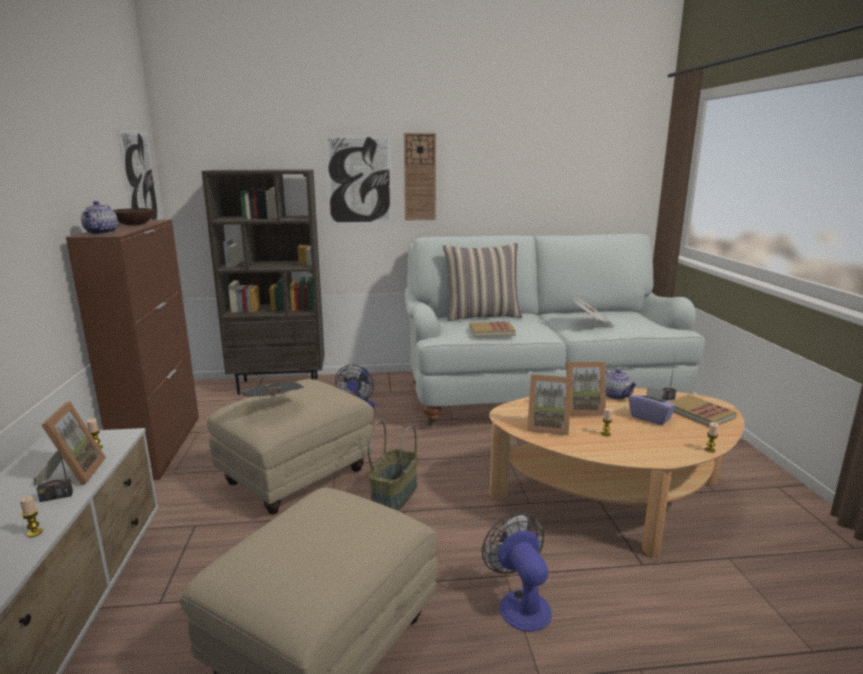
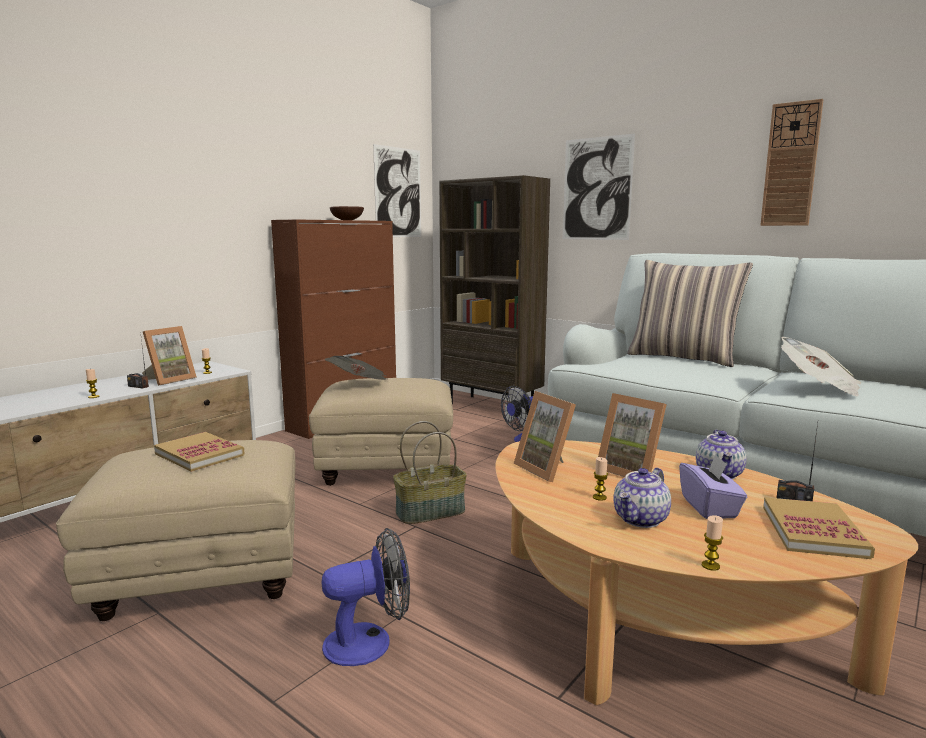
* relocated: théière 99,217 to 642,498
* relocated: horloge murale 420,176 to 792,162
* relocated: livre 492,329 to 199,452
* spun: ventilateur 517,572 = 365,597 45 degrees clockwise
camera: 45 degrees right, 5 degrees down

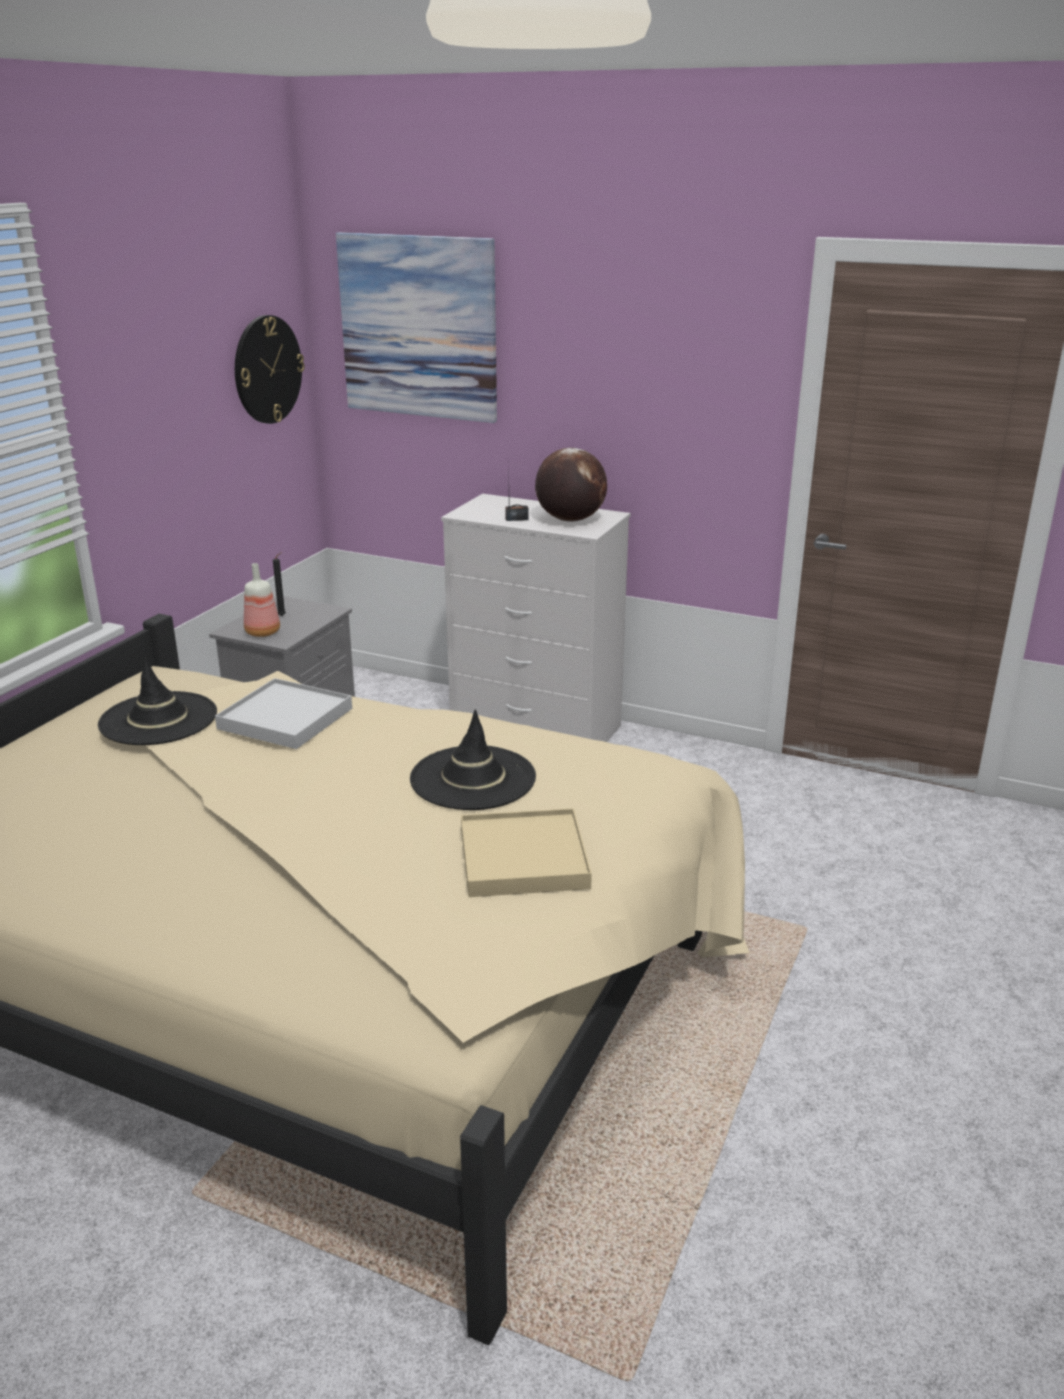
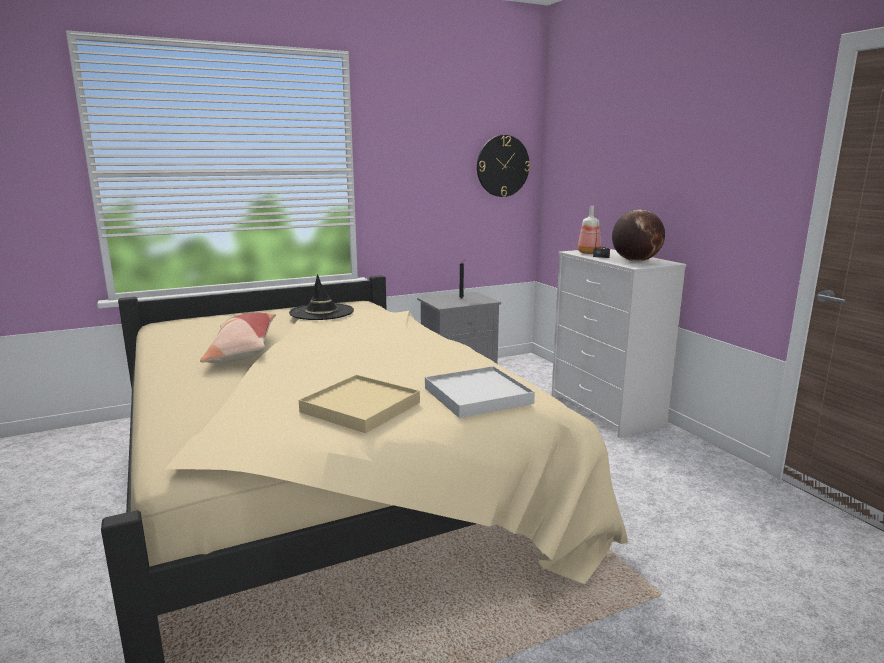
* relocated: plateau/blanc 283,713 to 480,392
* relocated: bouteille 262,600 to 589,230
* missing: tableau 416,327
* missing: chapeau/noir 473,759
* appeared: coussin 238,338
camera: 40 degrees right, 10 degrees down

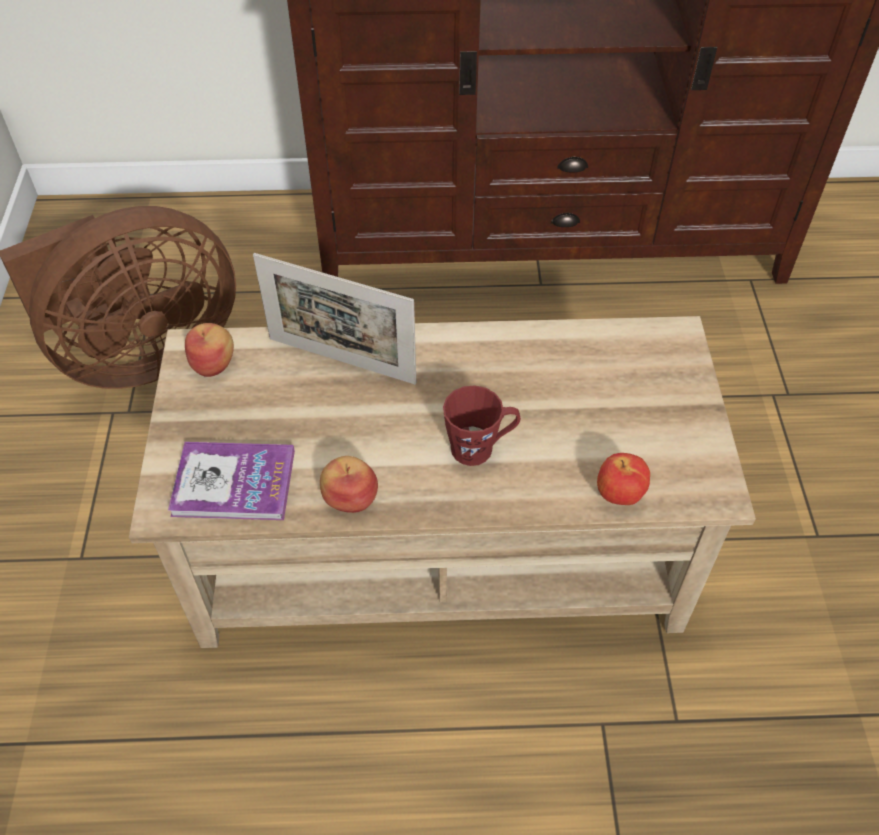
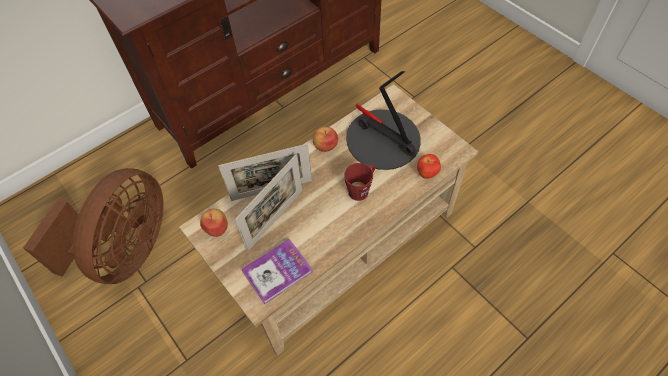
* relocated: pomme 349,484 to 325,139
* appeared: cadre photo 269,202
* appeared: lampe de table 383,120
camera: 35 degrees left, 5 degrees up

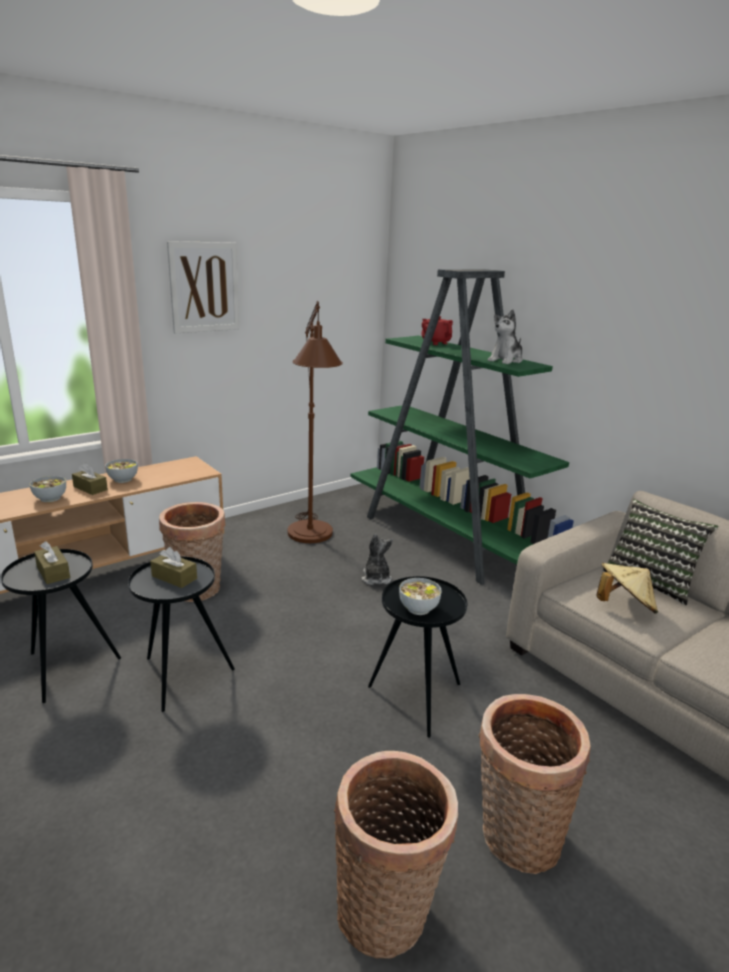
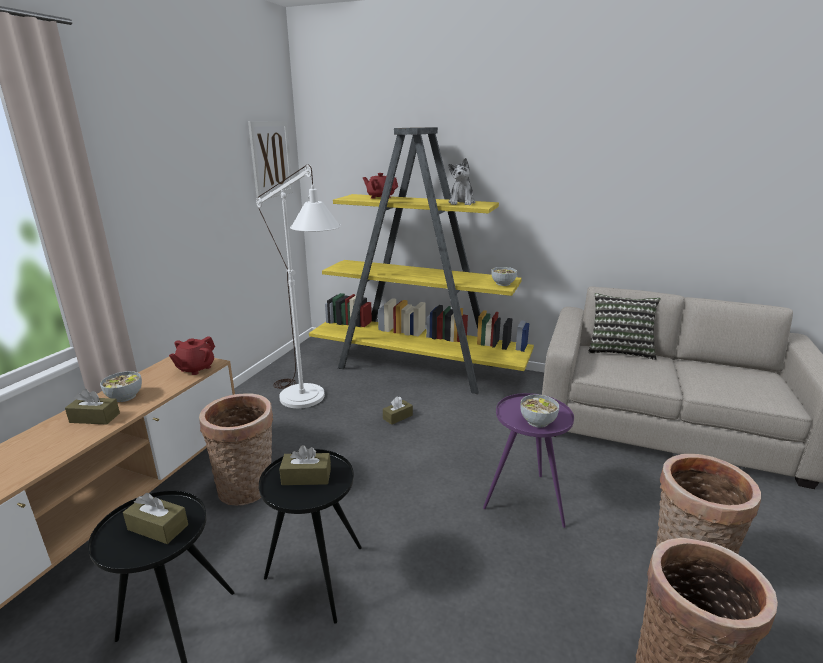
* relocated: bol 48,489 to 504,276
* relocated: tableau 203,287 to 270,160
* colour: lampadaire/marron 315,422 to lampadaire/blanc 298,286
* colour: bibliothèque/vert 462,427 to bibliothèque/jaune 421,260
* exchanged: peluche 377,559 to boîte à mouchoirs/marron 398,410
* colour: table d'appoint/noir 417,657 to table d'appoint/violet 528,460
* missing: chapeau/beige 627,588
* appeared: théière/rouge 192,355
camera: 30 degrees left, 0 degrees up

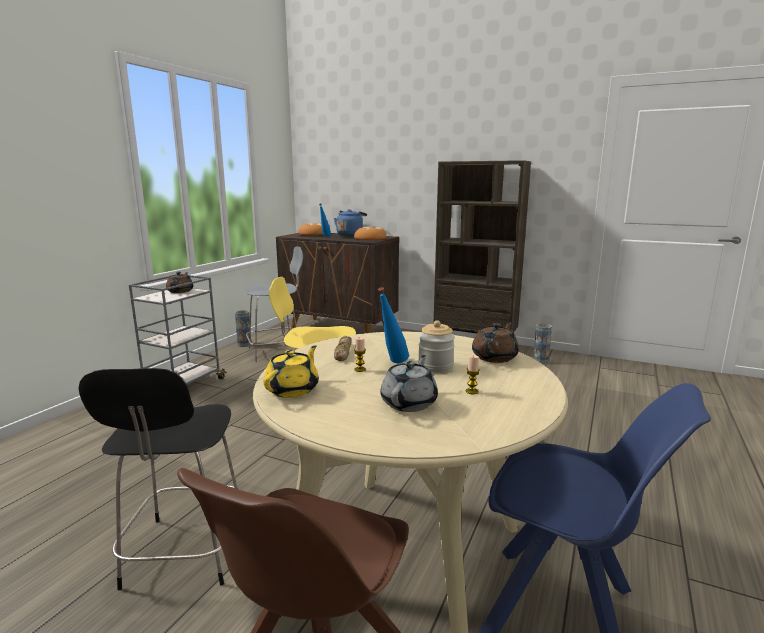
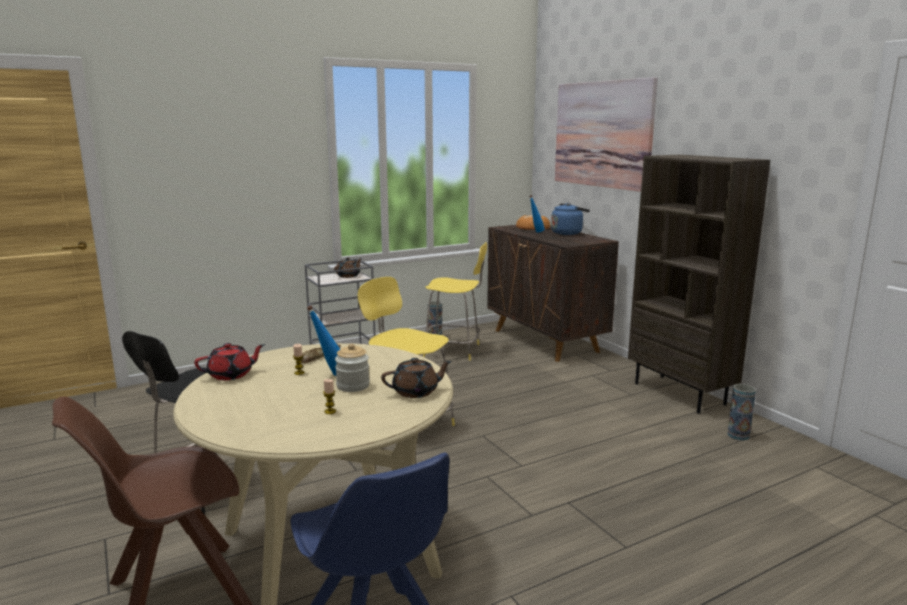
* colour: tabouret/gris 274,304 to tabouret/jaune 455,301
* colour: théière/jaune 291,371 to théière/rouge 229,361
* missing: pain 370,233
* missing: théière/gris 409,383
* appeared: tableau 606,134
camera: 35 degrees right, 0 degrees up

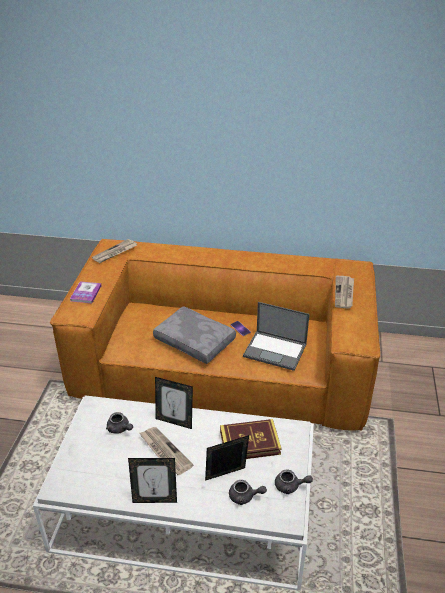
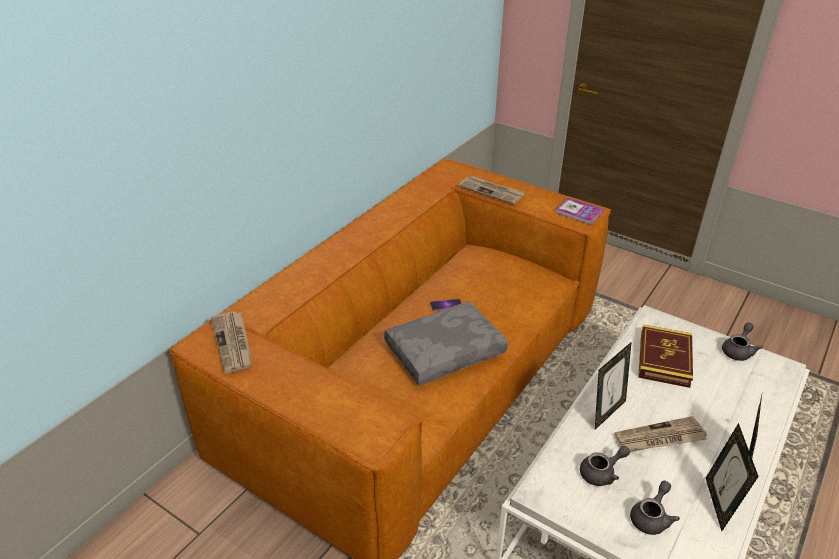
* relocated: livre 86,292 to 579,211
* relocated: cadre photo 227,458 to 732,477
* relocated: théière/gris 248,492 to 655,508
* missing: ordinateur portable 276,336
camera: 65 degrees left, 0 degrees up

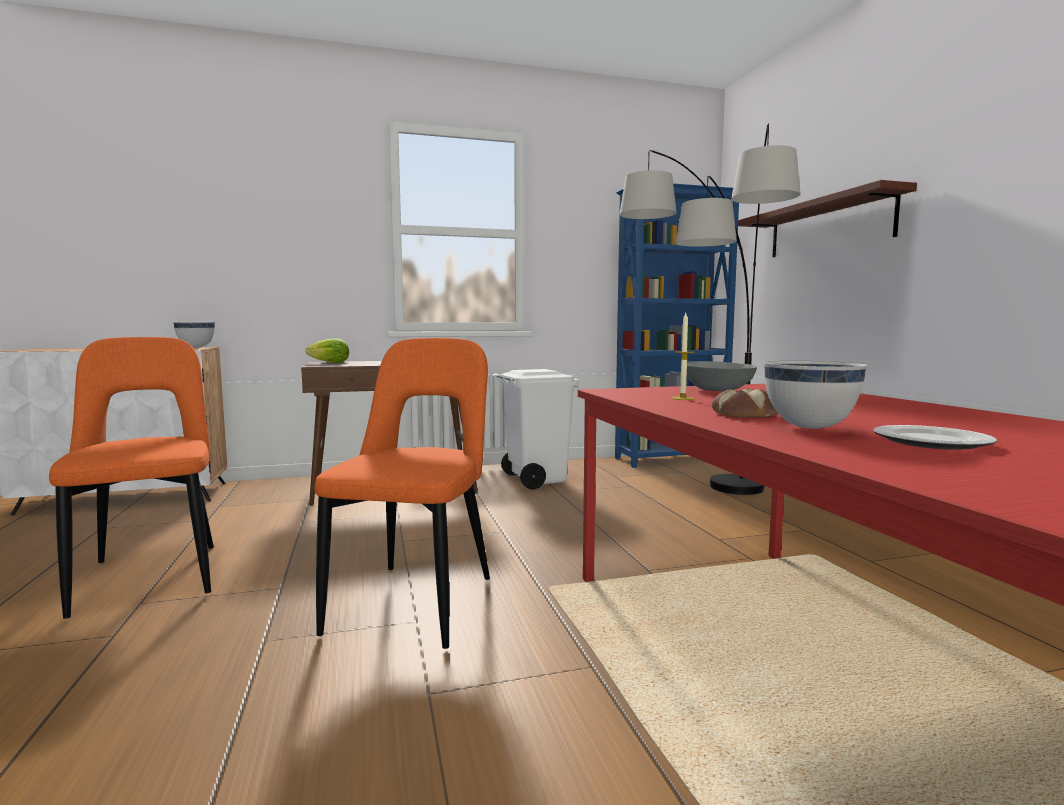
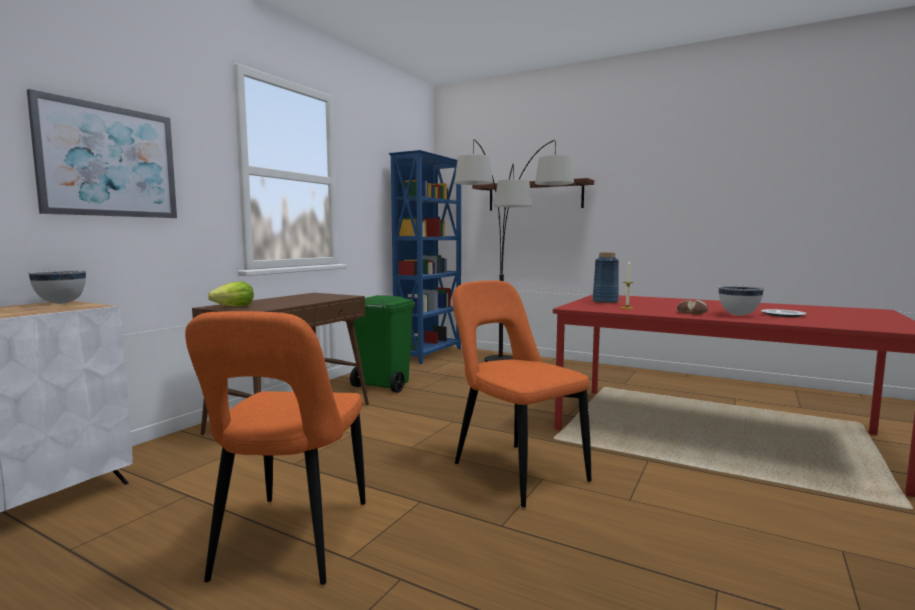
* spun: chaise/orange 131,478 = 275,448 105 degrees counterclockwise
* colour: poubelle/blanc 537,429 to poubelle/vert 382,344
* exchanged: bol/gris 722,376 to vase/bleu 605,277
* appeared: tableau 102,153
camera: 45 degrees left, 0 degrees up

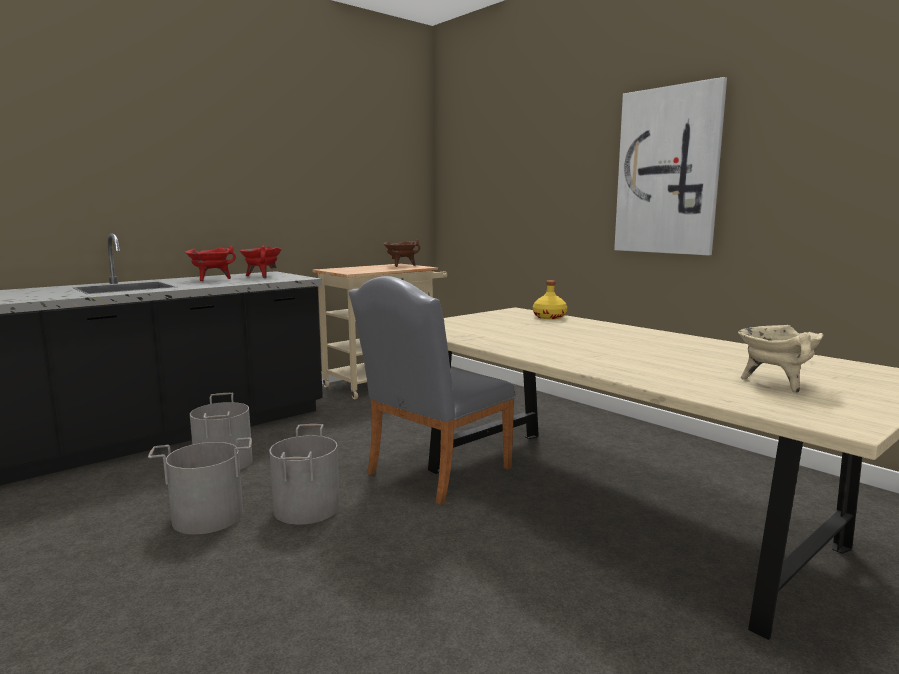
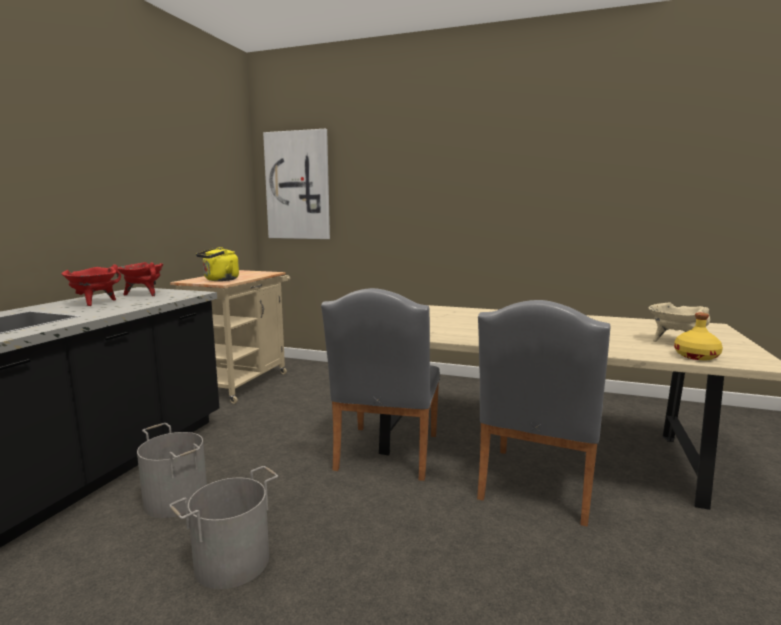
* missing: seau/gris 305,474
* missing: marmite/marron 401,253
* relocated: bouteille/jaune 550,299 to 698,336
* relocated: tableau 670,166 to 296,184
* appeared: bouilloire/jaune 217,264
* appeared: chaise/gris 543,413
camera: 30 degrees left, 0 degrees up

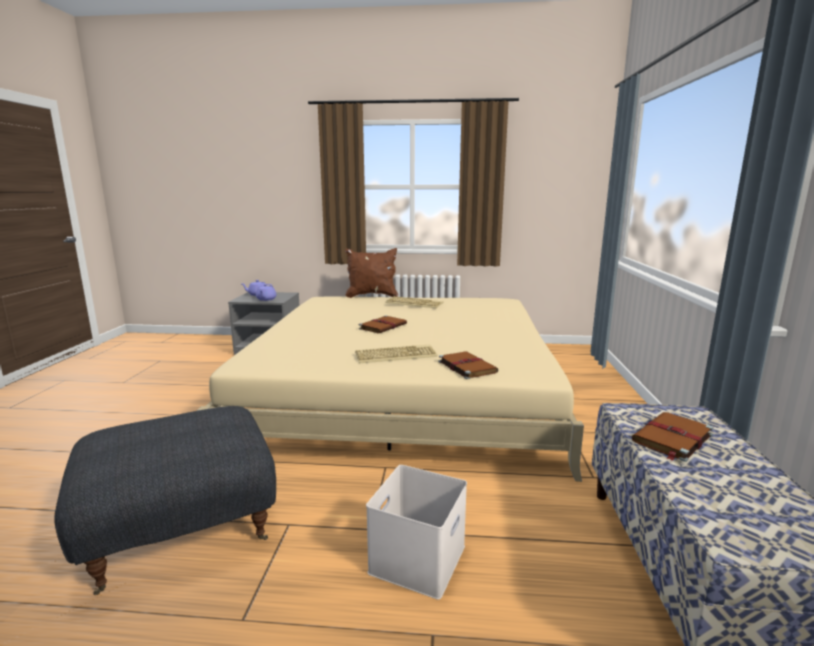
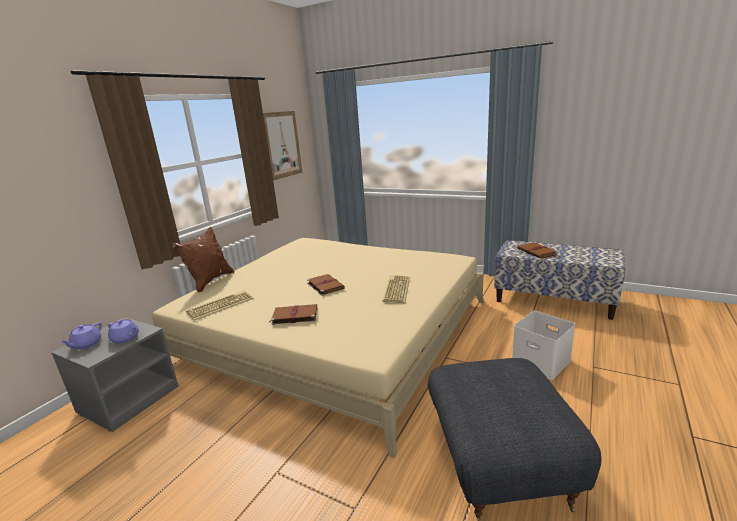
* relocated: clavier 414,302 to 220,305
* relocated: livre/marron 468,365 to 293,314
* appeared: tableau 282,145
camera: 65 degrees left, 5 degrees up

